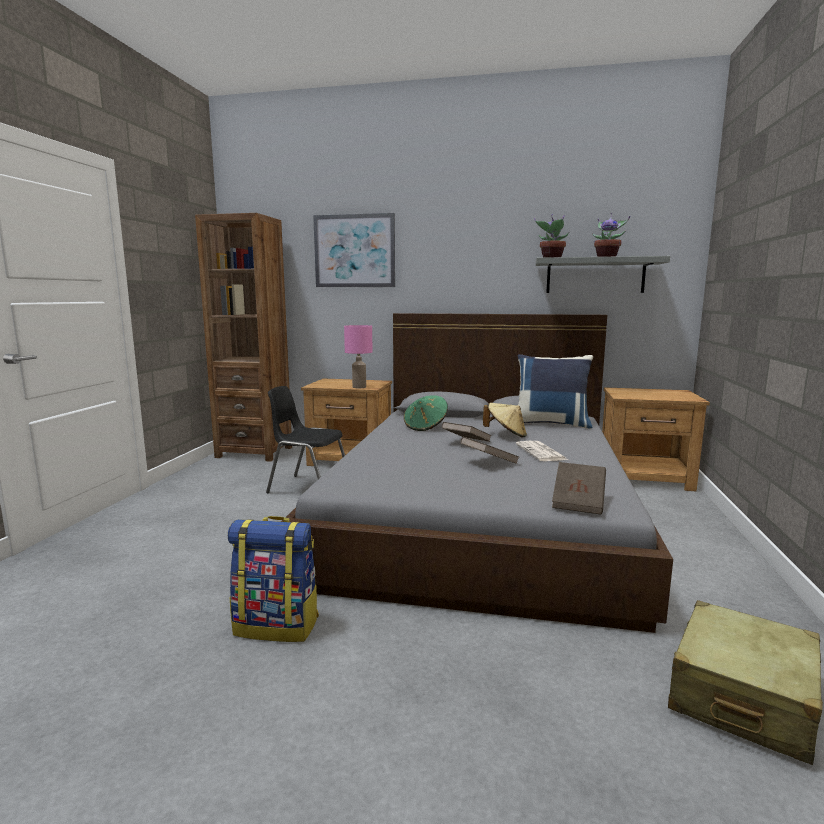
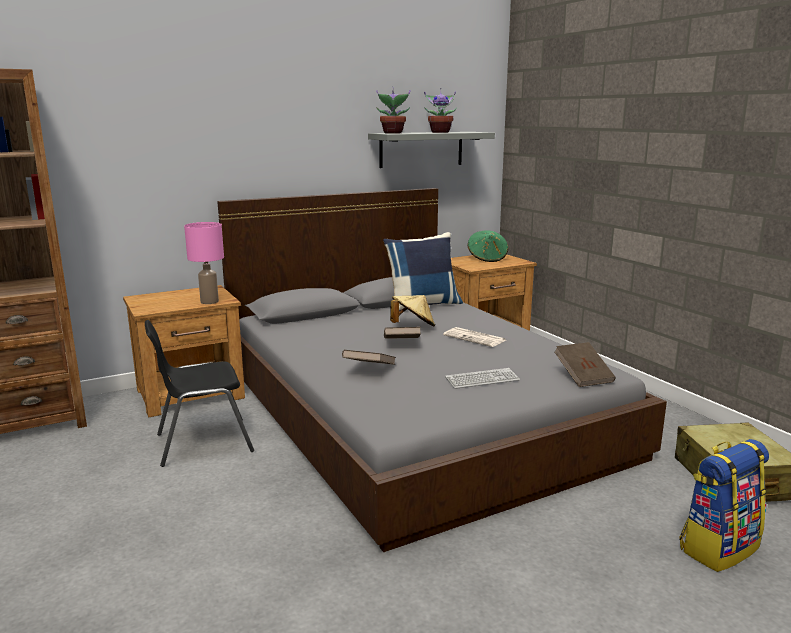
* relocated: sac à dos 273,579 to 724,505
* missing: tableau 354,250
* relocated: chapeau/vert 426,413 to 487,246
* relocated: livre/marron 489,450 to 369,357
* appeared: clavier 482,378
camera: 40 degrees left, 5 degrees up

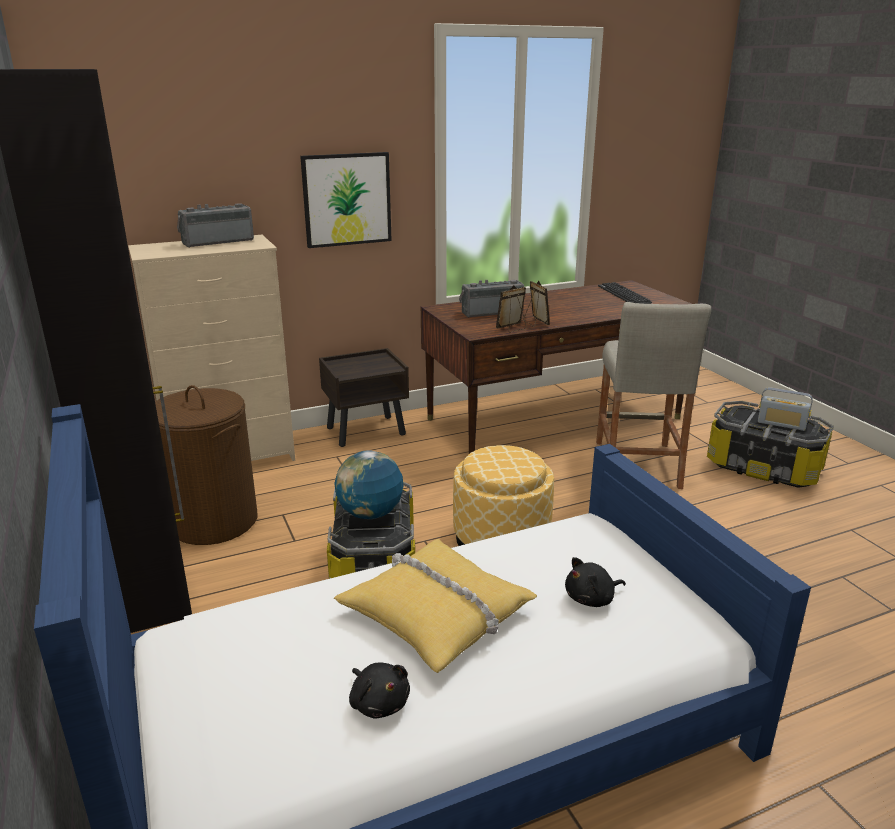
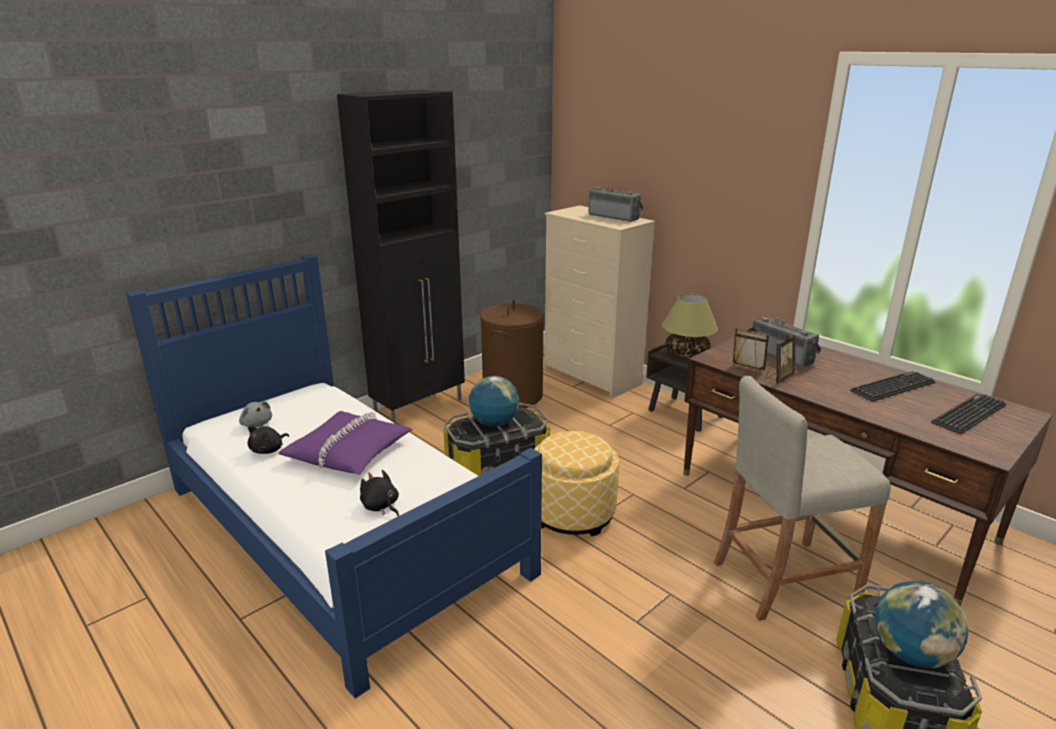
* missing: tableau 346,200
* colour: coussin/jaune 435,606 to coussin/violet 346,443
* exchanged: radio 785,409 to globe 921,624
* appeared: peluche/gris 255,414
* appeared: lampe de table 690,326
* appeared: clavier 892,386
camera: 70 degrees right, 0 degrees up

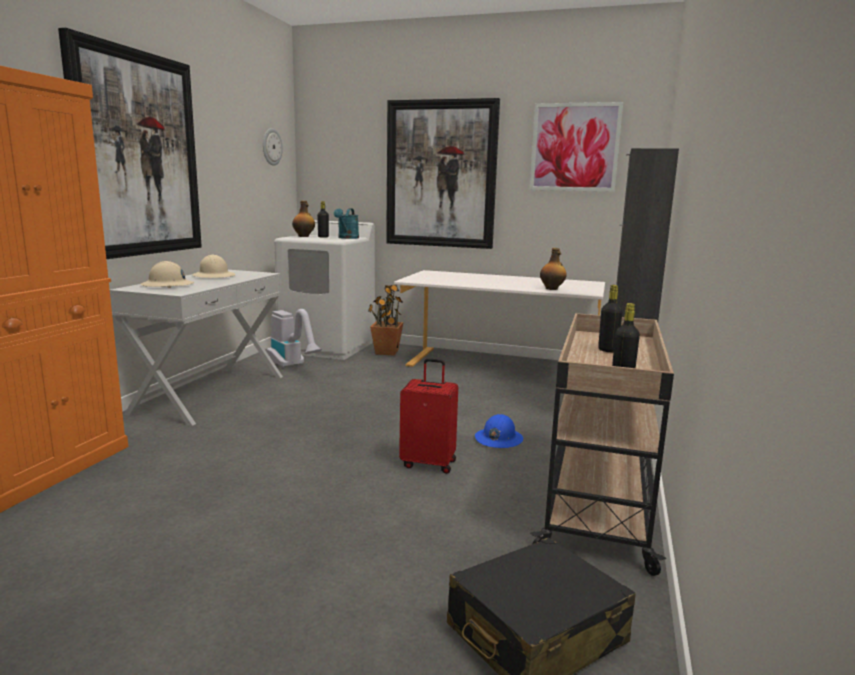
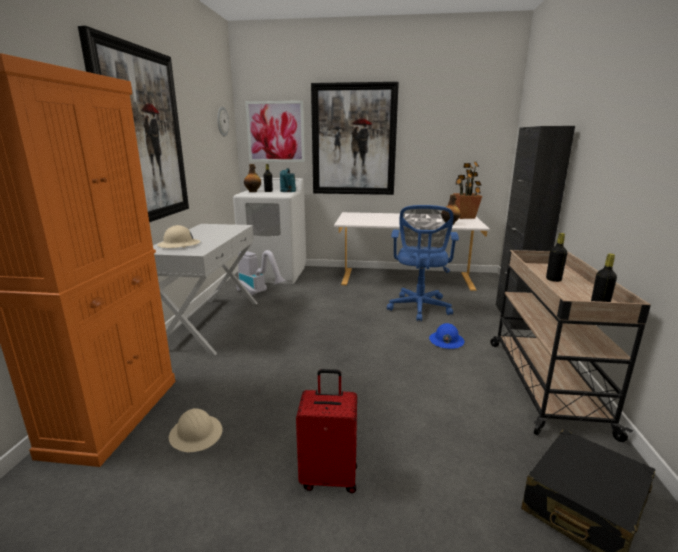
* relocated: casque de chantier/beige 213,266 to 196,430
* relocated: plante en pot 386,320 to 467,190
* relocated: valise/rouge 428,416 to 326,431
* relocated: tableau 576,147 to 275,131
* appeared: chaise de bureau/bleu 423,263
camera: 10 degrees left, 5 degrees up

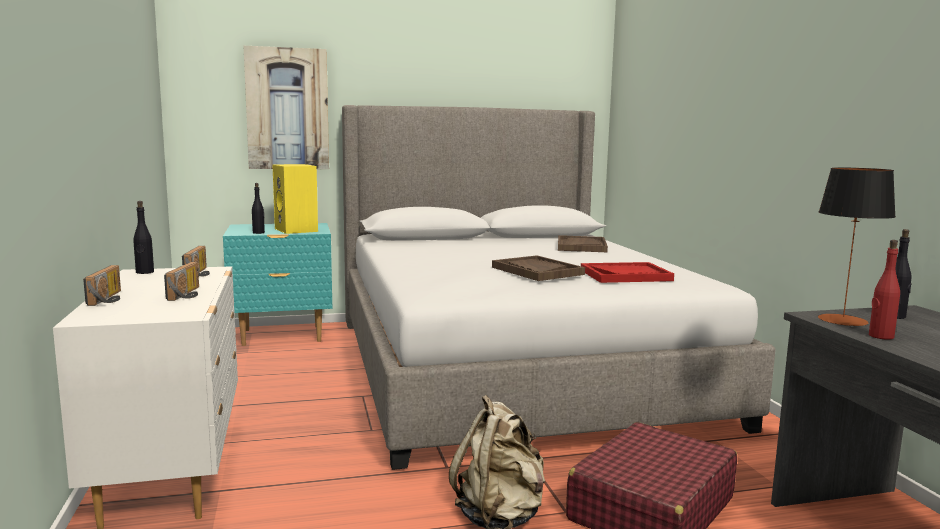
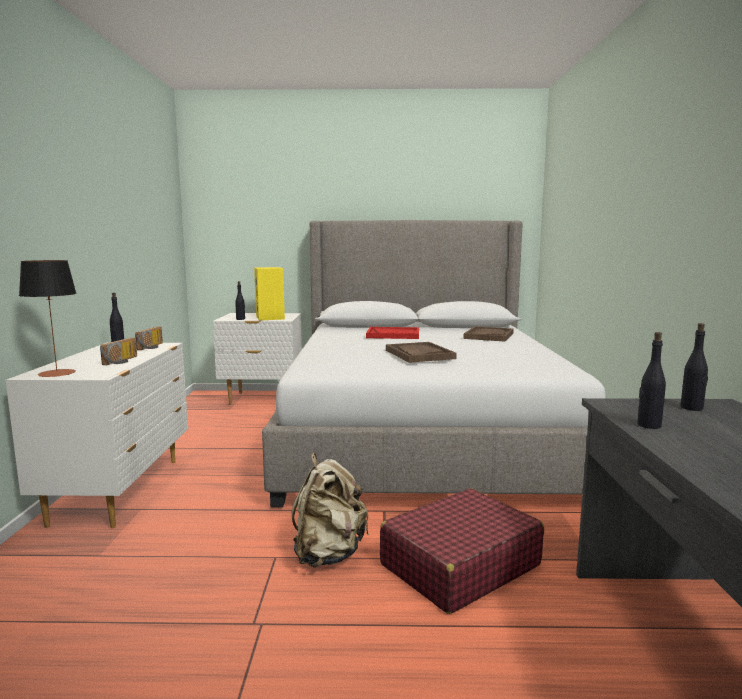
* missing: radio 102,285
* colour: table de chevet/turquoise 277,284 to table de chevet/blanc 257,359
* missing: tableau 286,107
* relocated: plateau/rouge 627,272 to 392,333
* relocated: lampe de table 857,246 to 48,318
* colour: bouteille/rouge 884,290 to bouteille/noir 651,380
camera: 15 degrees right, 0 degrees up

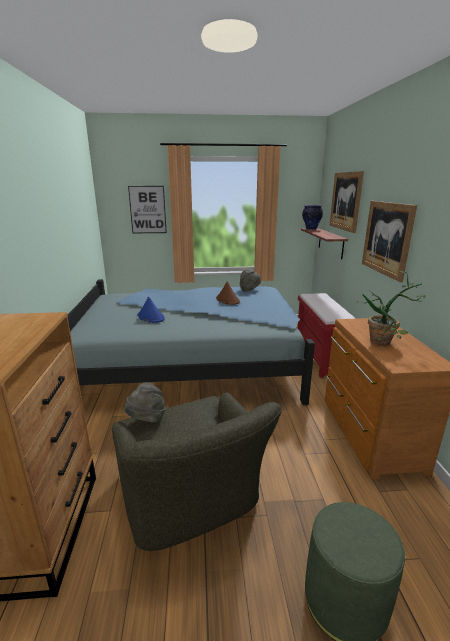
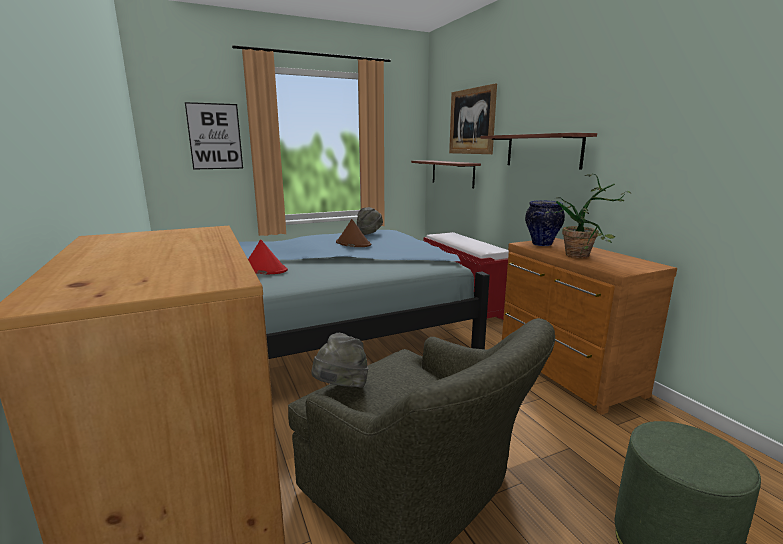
* colour: chapeau/bleu 151,310 to chapeau/rouge 268,257
* relocated: vase 312,217 to 545,223
* exchanged: tableau 389,241 to étagère 539,151
camera: 20 degrees left, 5 degrees down

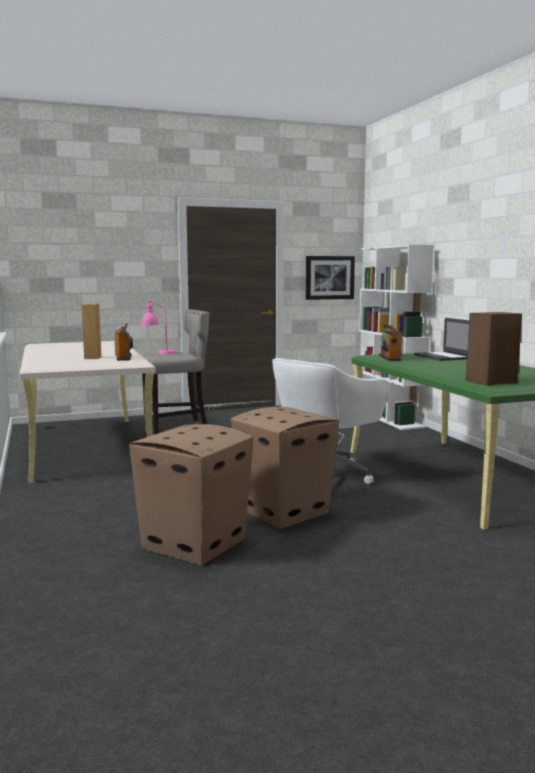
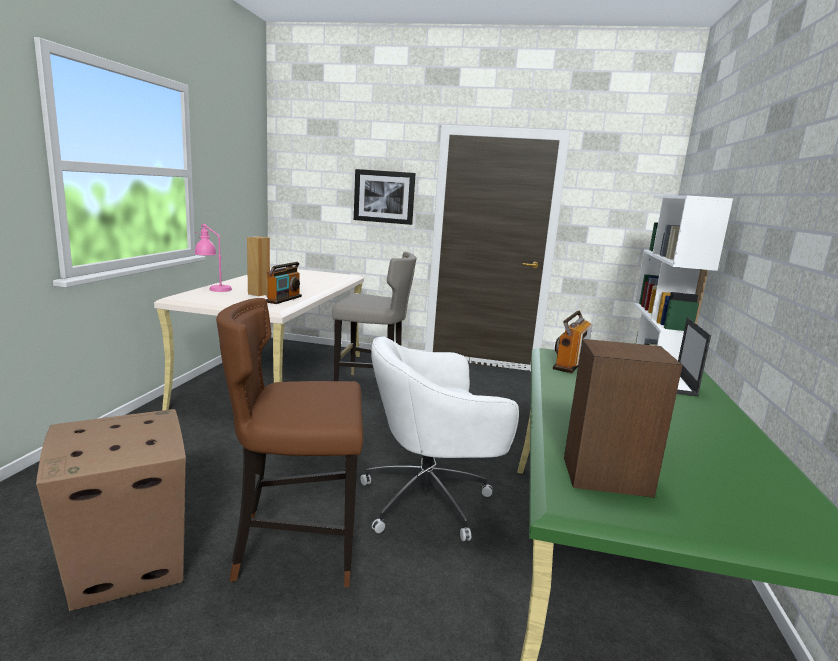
* relocated: lampe de table/rose 158,326 to 213,258
* exchanged: carton 285,468 to tabouret/marron 289,442
* relocated: tableau 330,278 to 385,197
camera: 30 degrees right, 5 degrees up

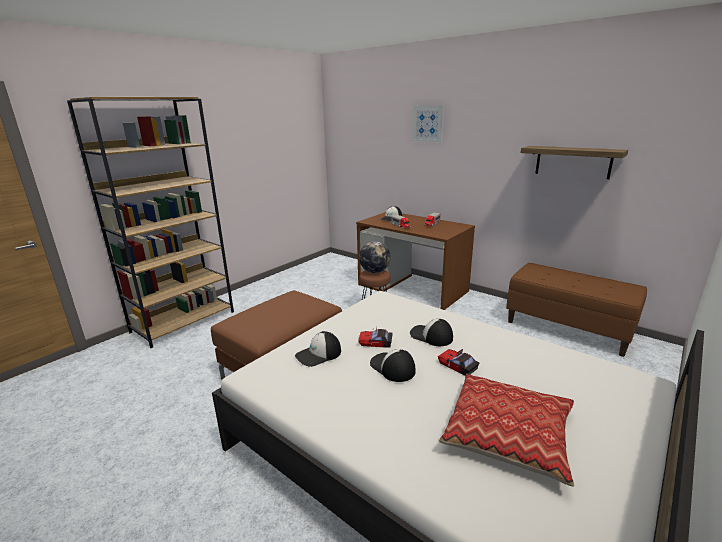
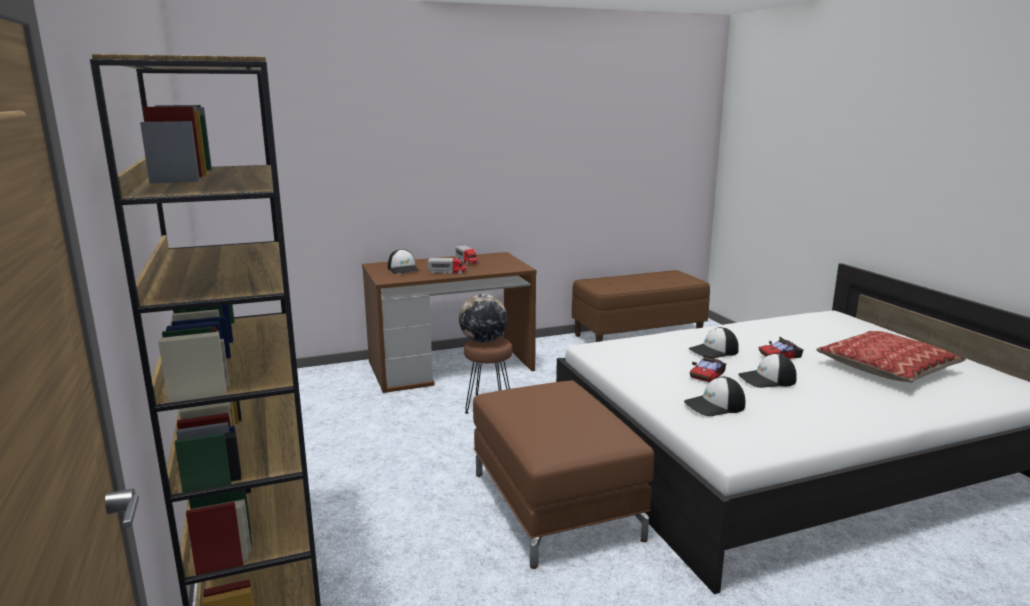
* spun: casquette 318,349 = 714,396 75 degrees clockwise
* missing: tableau 428,123
* missing: étagère 574,162
camera: 60 degrees left, 5 degrees down

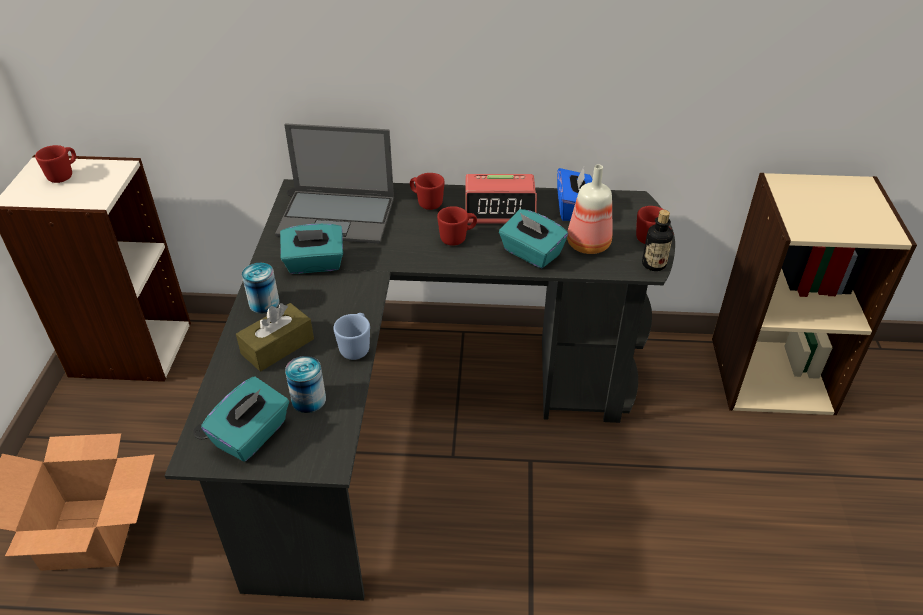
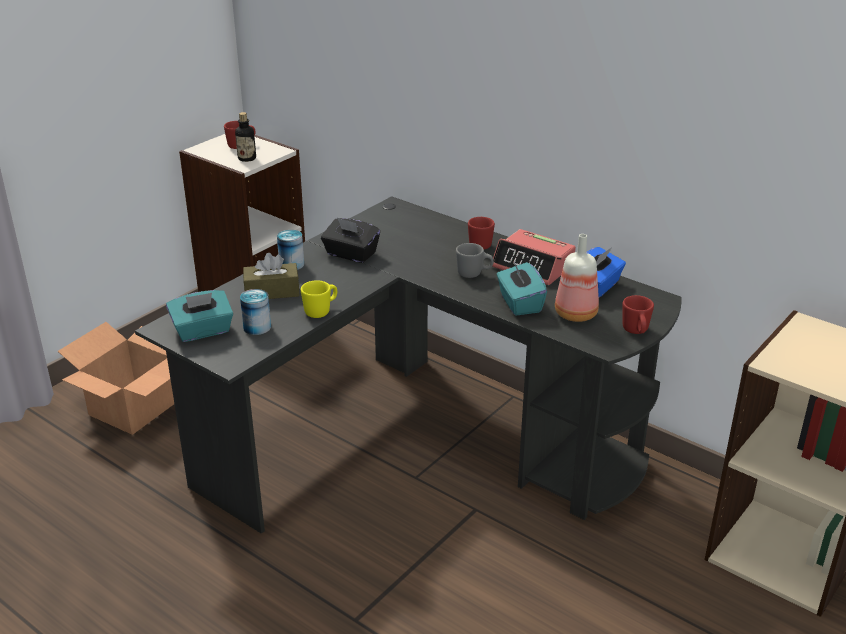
* missing: ordinateur portable 334,183
* colour: boîte à mouchoirs/turquoise 311,249 to boîte à mouchoirs/noir 350,240
* colour: mug/bleu 352,336 to mug/jaune 319,299
* colour: mug/rouge 457,226 to mug/gris 475,260
* relocated: bouteille 657,240 to 245,137
camera: 35 degrees right, 10 degrees down

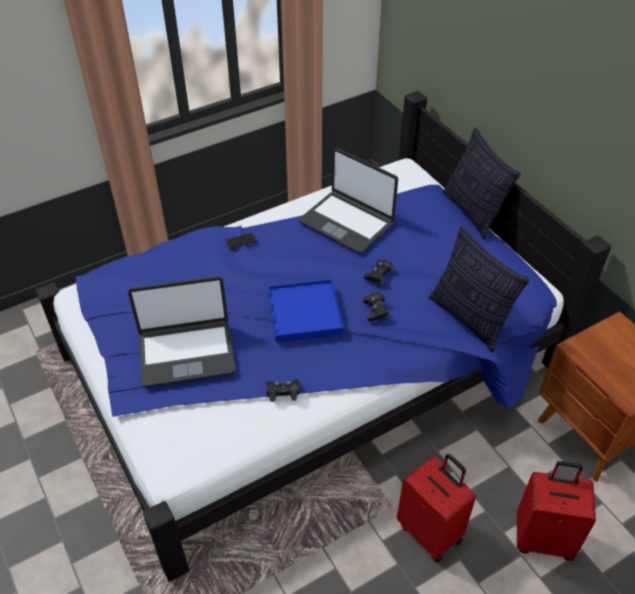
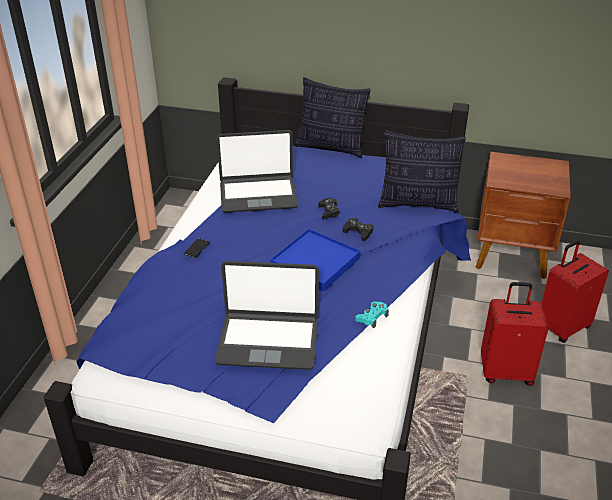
* spun: ordinateur portable 181,331 = 267,315 60 degrees clockwise
* colour: manette/noir 283,390 to manette/turquoise 372,315
camera: 45 degrees left, 10 degrees down

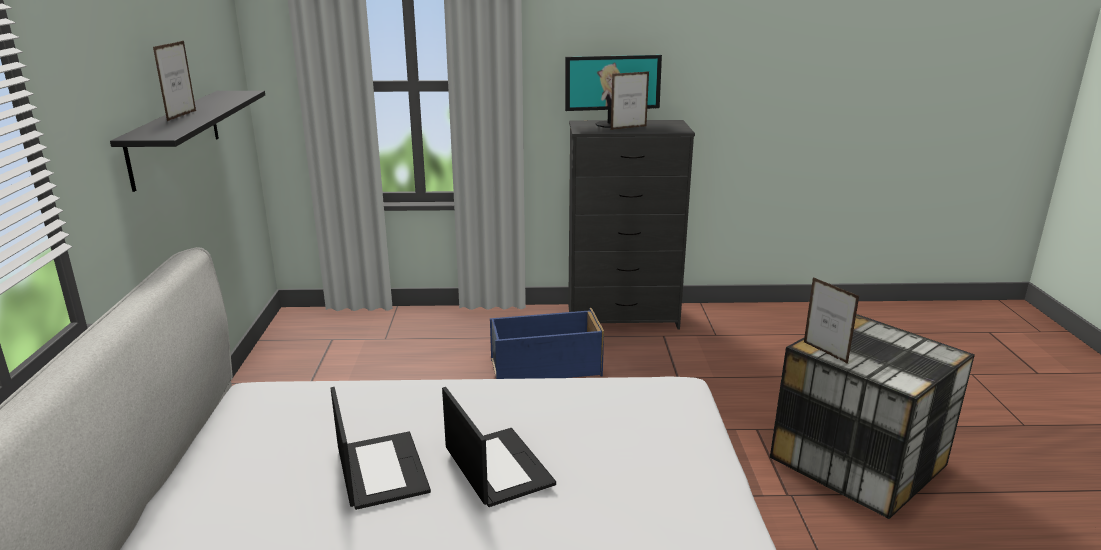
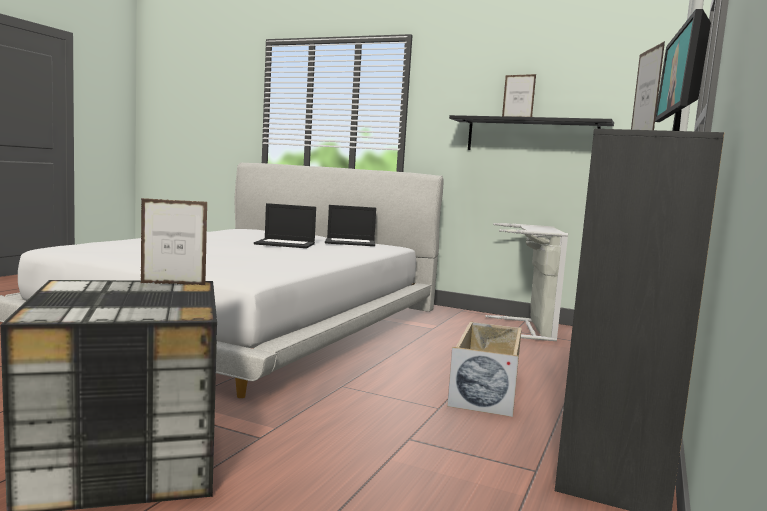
* relocated: ordinateur portable 499,447 to 350,225
* colour: boîte de rangement/bleu 547,343 to boîte de rangement/beige 484,369
* appeared: panier à linge/gris 526,282
camera: 115 degrees right, 15 degrees down

